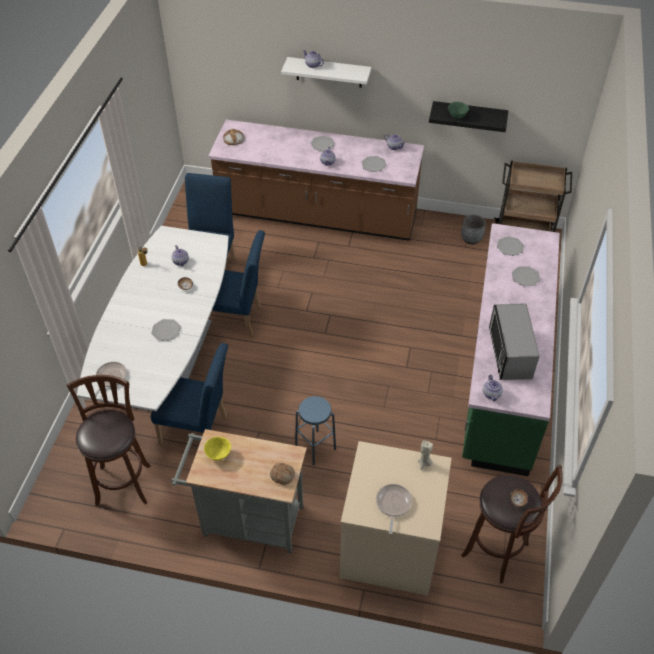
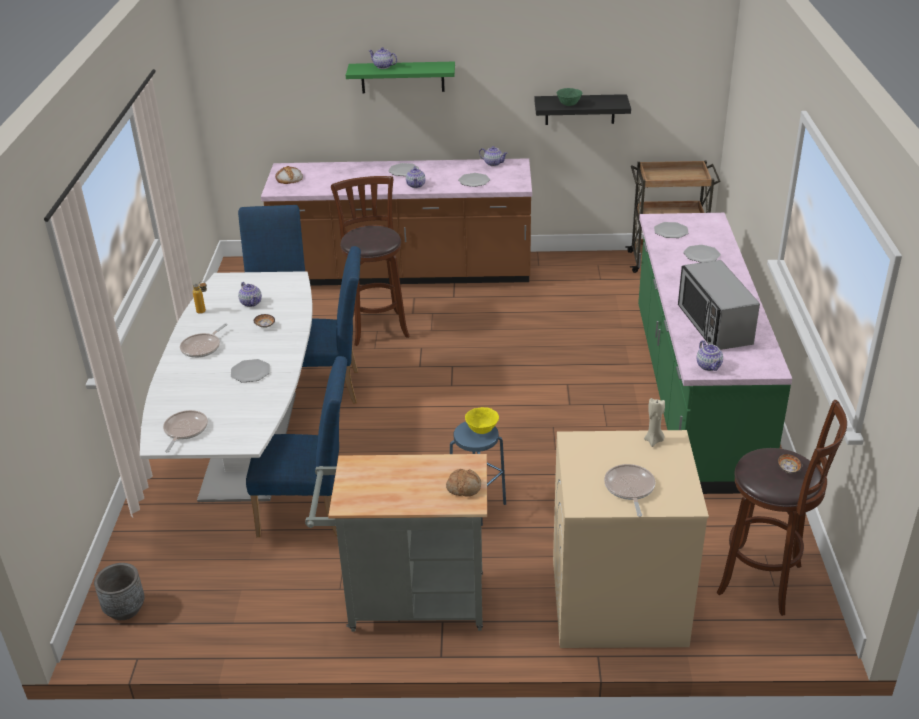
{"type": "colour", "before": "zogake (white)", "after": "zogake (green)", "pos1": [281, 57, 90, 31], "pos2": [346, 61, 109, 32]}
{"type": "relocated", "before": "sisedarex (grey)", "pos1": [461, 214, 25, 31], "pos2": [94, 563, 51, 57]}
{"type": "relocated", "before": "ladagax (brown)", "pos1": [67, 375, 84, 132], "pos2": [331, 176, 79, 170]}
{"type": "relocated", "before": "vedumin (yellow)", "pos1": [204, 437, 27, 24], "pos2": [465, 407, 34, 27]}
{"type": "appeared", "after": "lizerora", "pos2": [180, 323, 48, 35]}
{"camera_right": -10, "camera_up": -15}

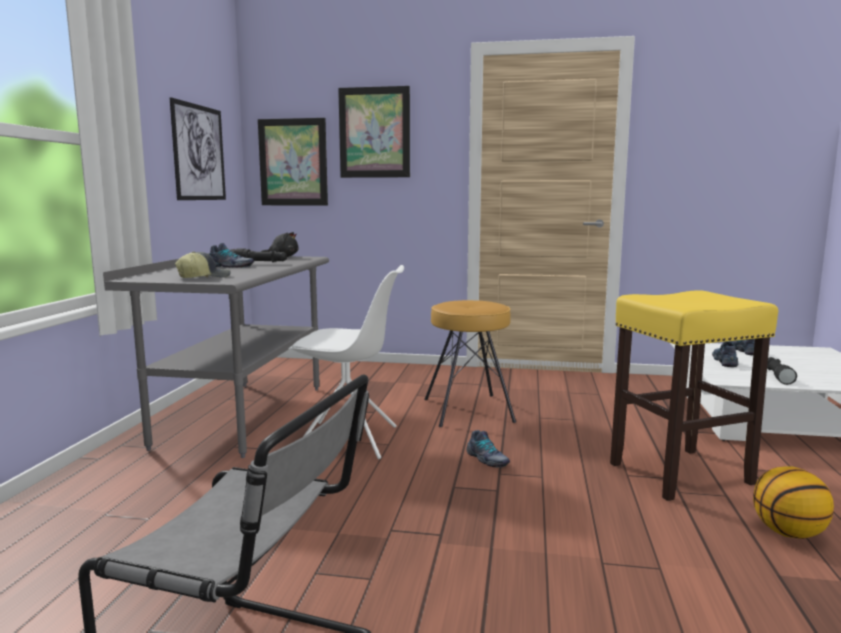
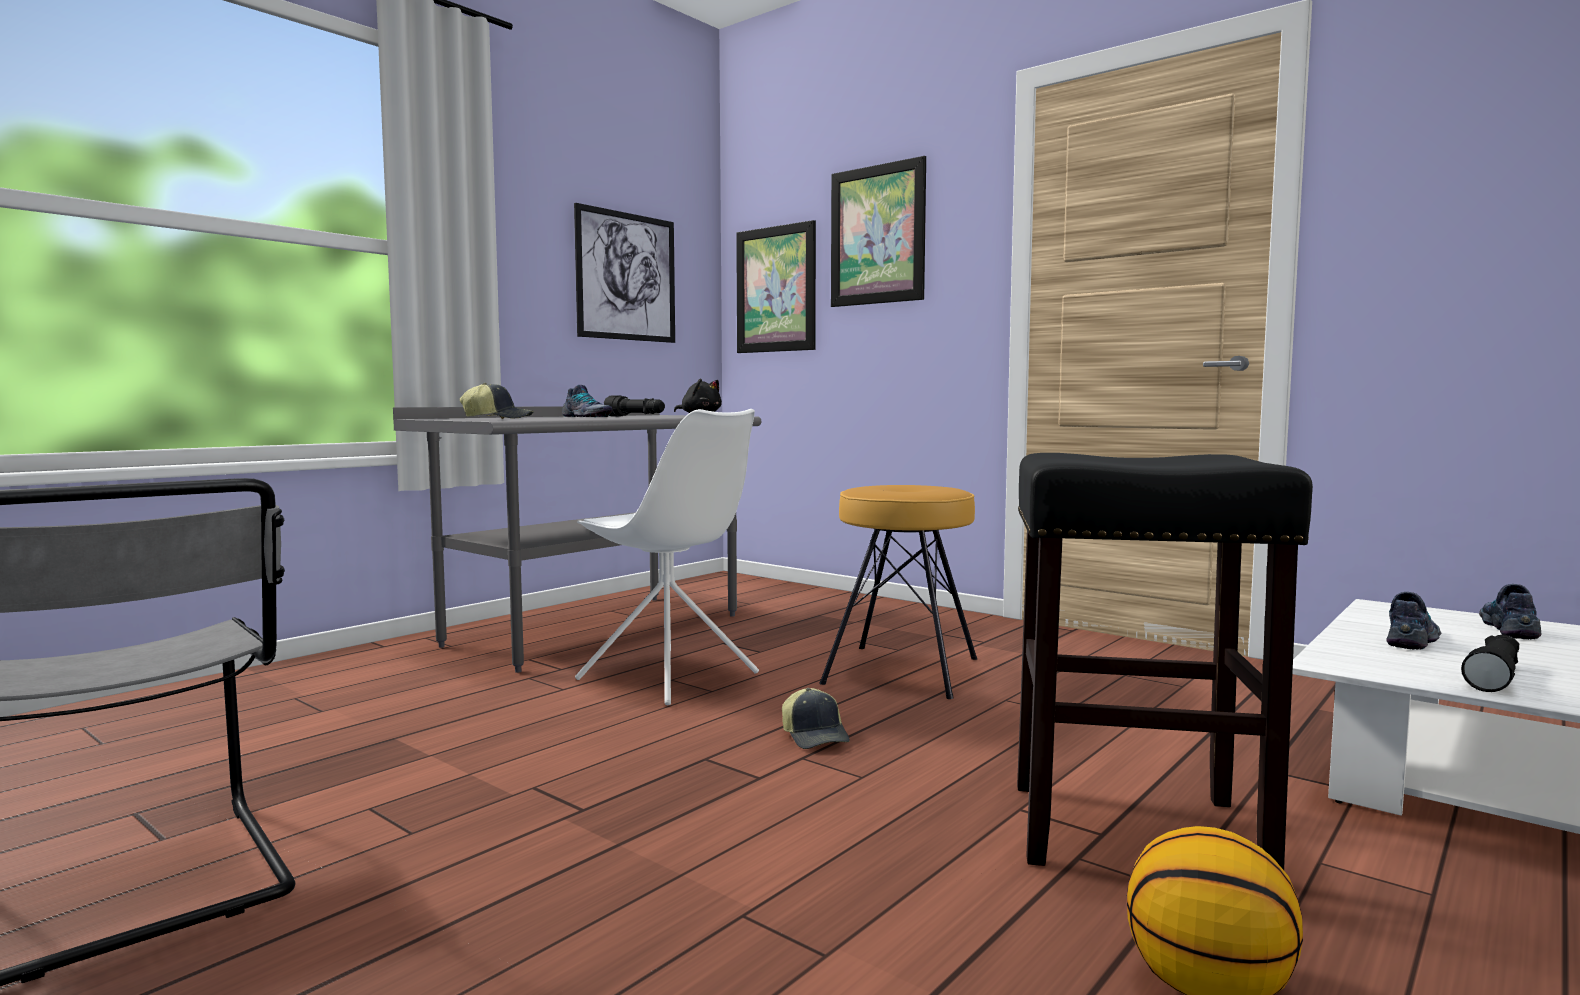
{"type": "colour", "before": "ladagax (yellow)", "after": "ladagax (black)", "pos1": [610, 290, 168, 211], "pos2": [1017, 453, 296, 417]}
{"type": "exchanged", "before": "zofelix", "after": "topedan", "pos1": [466, 430, 44, 38], "pos2": [782, 688, 68, 61]}
{"camera_right": 30, "camera_up": -5}

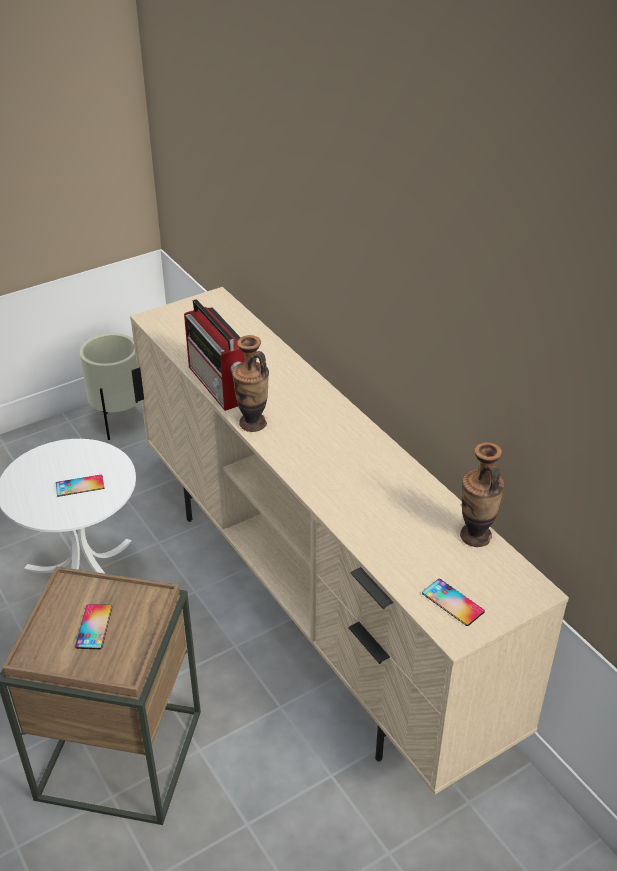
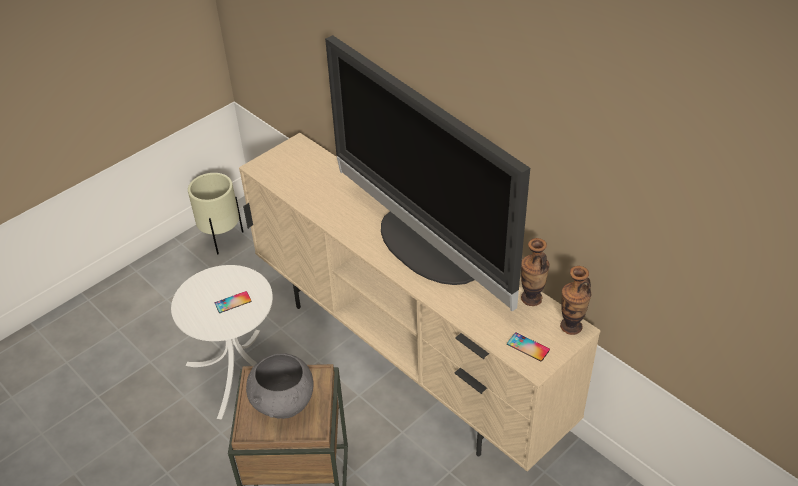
{"type": "missing", "before": "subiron", "pos1": [184, 299, 61, 112]}
{"type": "relocated", "before": "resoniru", "pos1": [232, 335, 37, 97], "pos2": [560, 266, 31, 69]}
{"type": "exchanged", "before": "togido", "after": "vedumin (grey)", "pos1": [75, 604, 37, 45], "pos2": [246, 353, 67, 66]}
{"type": "appeared", "after": "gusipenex", "pos2": [325, 35, 205, 276]}
{"camera_right": -10, "camera_up": 5}

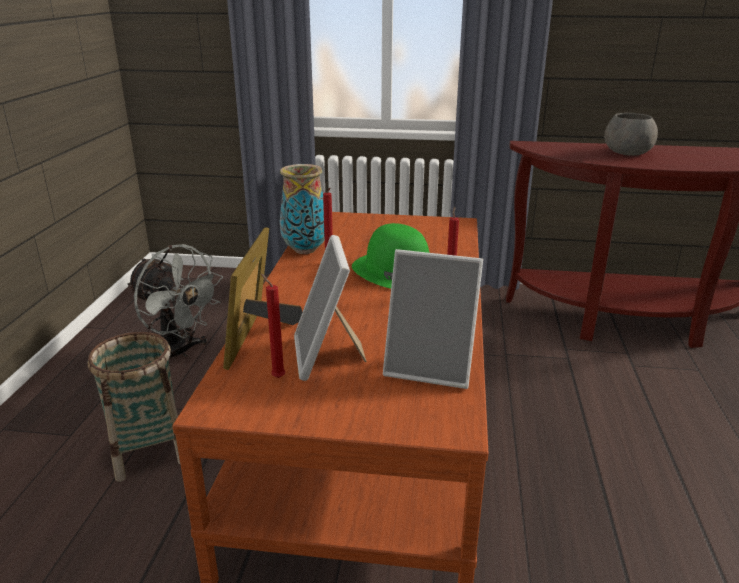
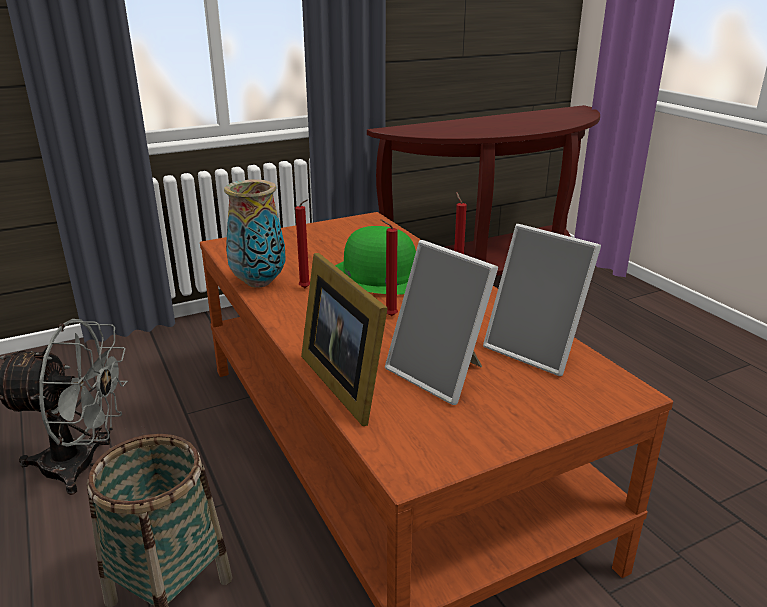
{"type": "missing", "before": "vedumin (grey)", "pos1": [604, 113, 54, 43]}
{"type": "spun", "before": "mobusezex", "pos1": [383, 249, 100, 140], "pos2": [483, 224, 118, 152], "turn": 60}
{"type": "relocated", "before": "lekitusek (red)", "pos1": [261, 274, 24, 104], "pos2": [381, 219, 17, 97]}
{"camera_right": -35, "camera_up": 0}

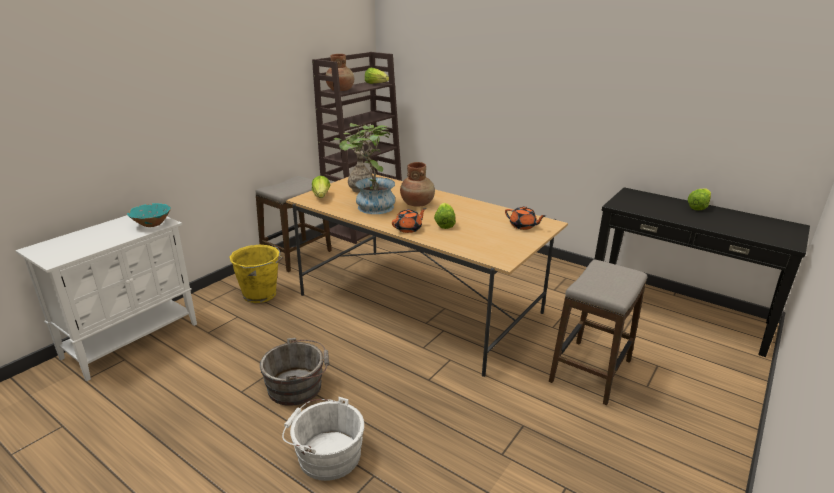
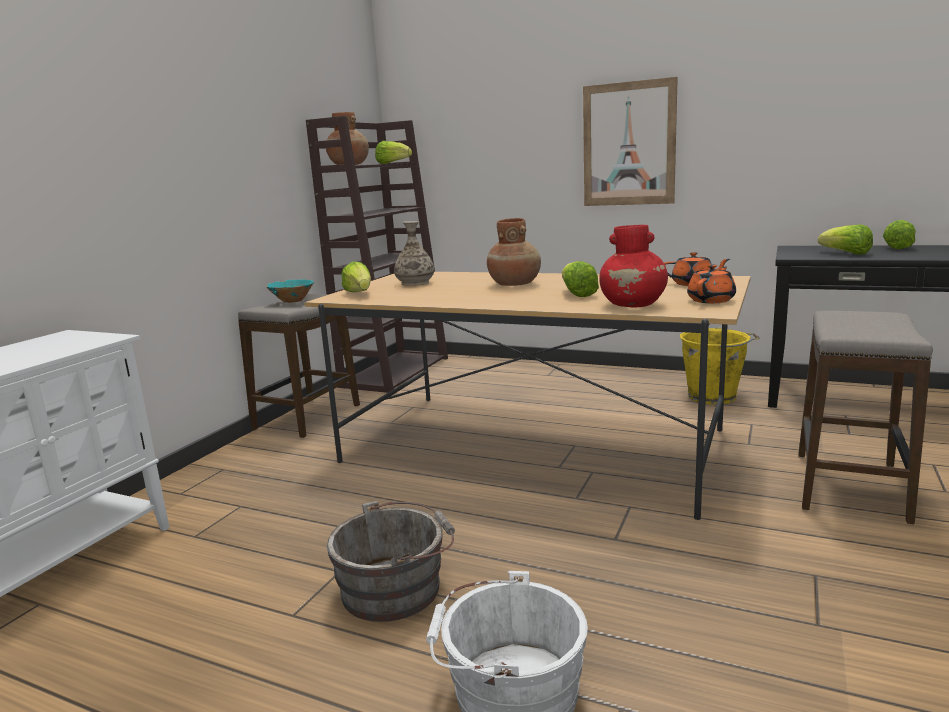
{"type": "missing", "before": "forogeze", "pos1": [334, 123, 61, 91]}
{"type": "relocated", "before": "vedumin (turquoise)", "pos1": [127, 203, 44, 24], "pos2": [266, 279, 48, 24]}
{"type": "relocated", "before": "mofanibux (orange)", "pos1": [392, 208, 34, 25], "pos2": [687, 264, 49, 39]}
{"type": "relocated", "before": "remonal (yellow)", "pos1": [230, 245, 53, 58], "pos2": [680, 328, 79, 77]}
{"type": "appeared", "after": "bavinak", "pos2": [583, 77, 95, 129]}
{"type": "appeared", "after": "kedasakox", "pos2": [818, 224, 55, 31]}
{"type": "appeared", "after": "resoniru (red)", "pos2": [599, 225, 69, 82]}
{"camera_right": -10, "camera_up": -10}

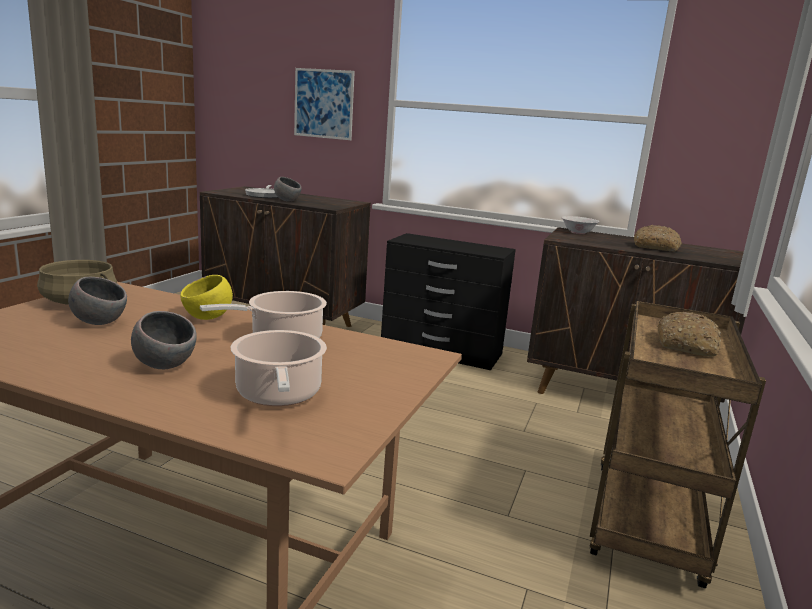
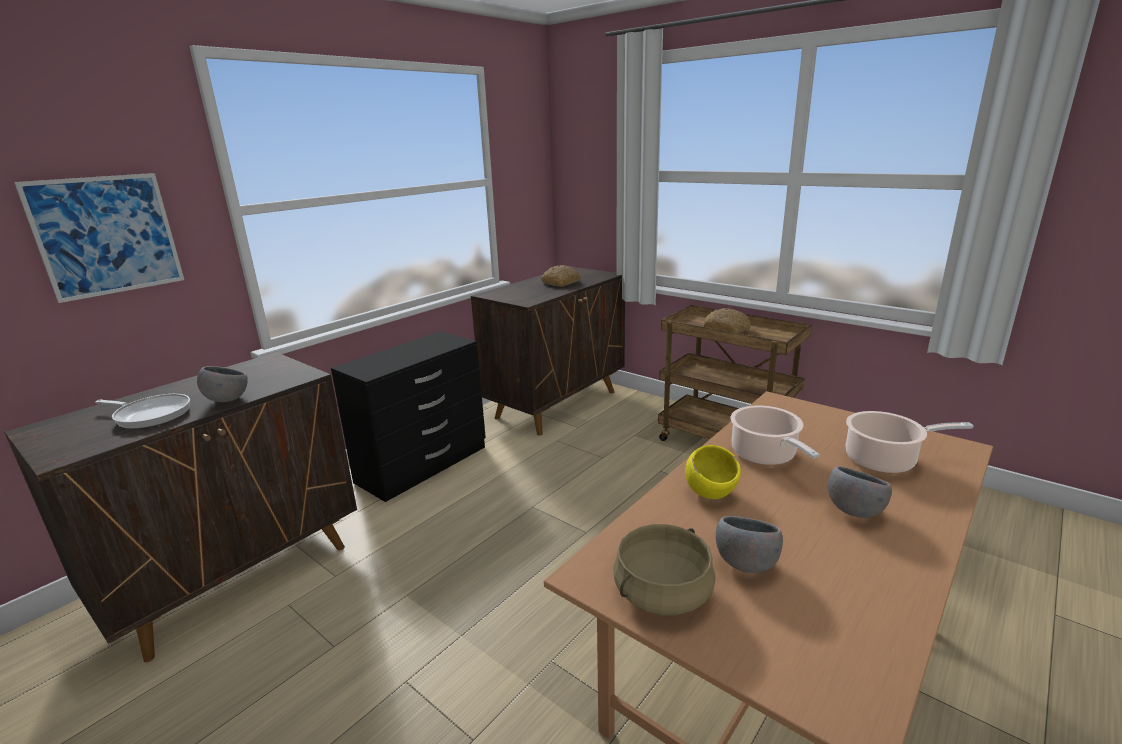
{"type": "missing", "before": "vedumin (white)", "pos1": [561, 216, 39, 18]}
{"camera_right": -70, "camera_up": 5}

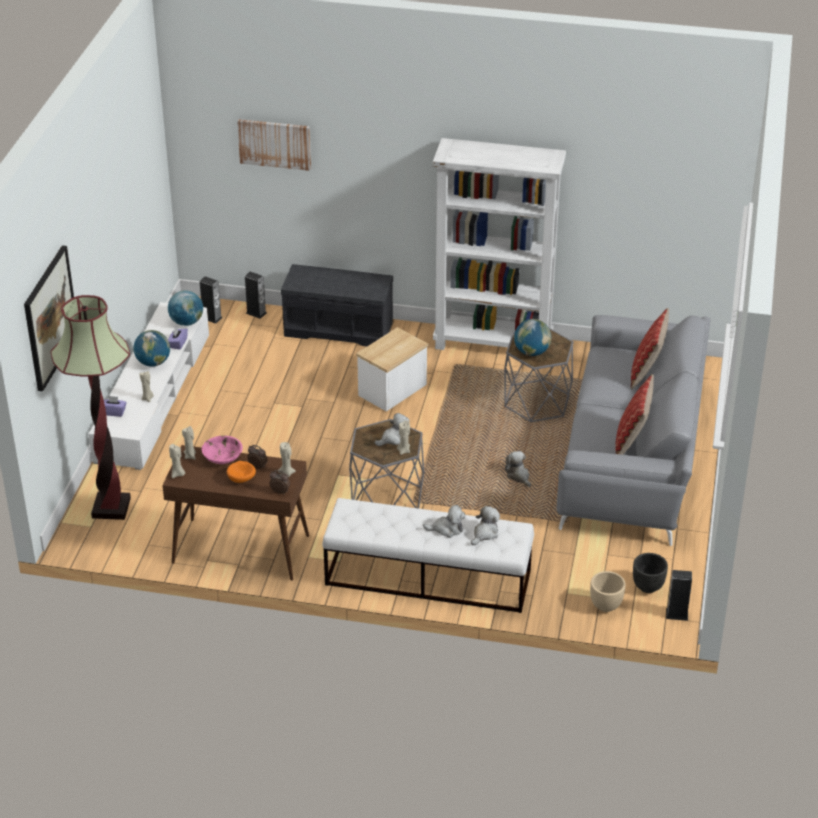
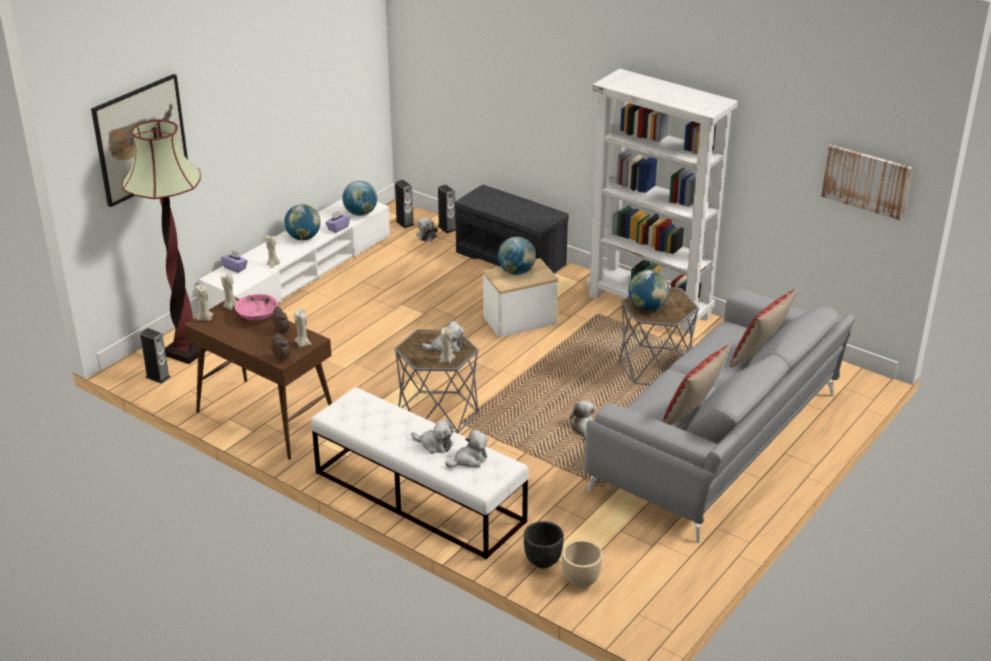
{"type": "relocated", "before": "bavinak", "pos1": [237, 119, 74, 52], "pos2": [821, 144, 91, 77]}
{"type": "missing", "before": "vedumin (orange)", "pos1": [227, 461, 29, 22]}
{"type": "relocated", "before": "sisedarex (black)", "pos1": [633, 553, 35, 40], "pos2": [524, 521, 40, 47]}
{"type": "relocated", "before": "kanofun", "pos1": [666, 570, 26, 51], "pos2": [140, 328, 31, 55]}
{"type": "appeared", "after": "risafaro", "pos2": [416, 218, 22, 23]}
{"type": "appeared", "after": "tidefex", "pos2": [498, 237, 38, 38]}
{"camera_right": 25, "camera_up": -5}

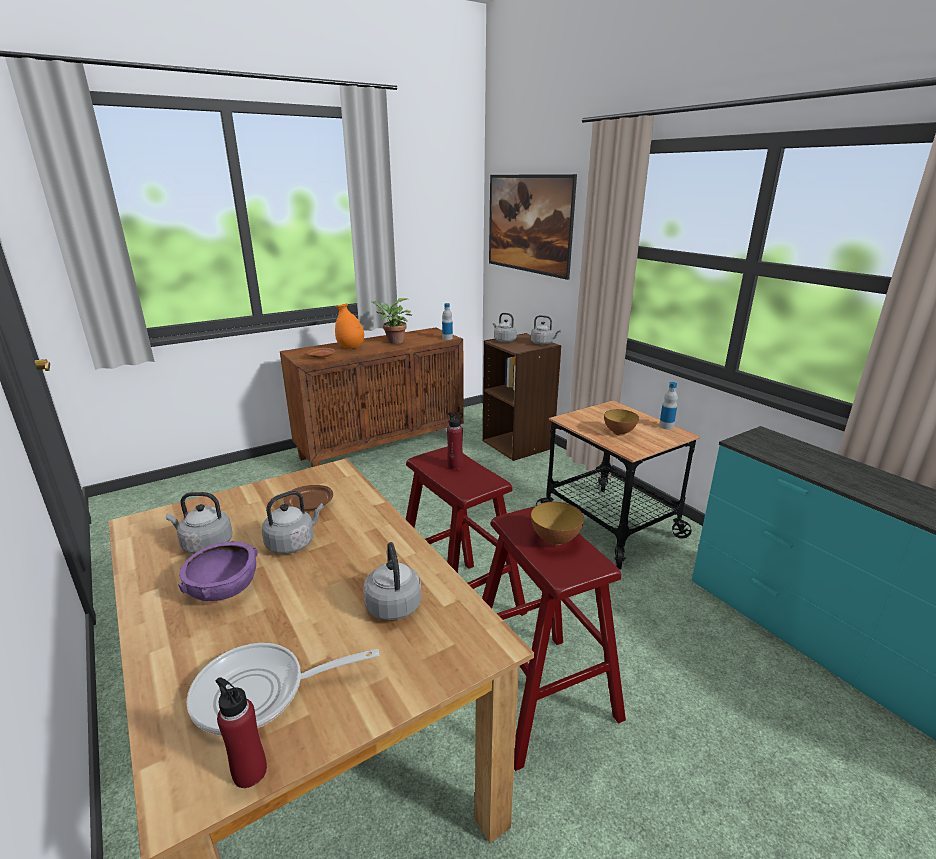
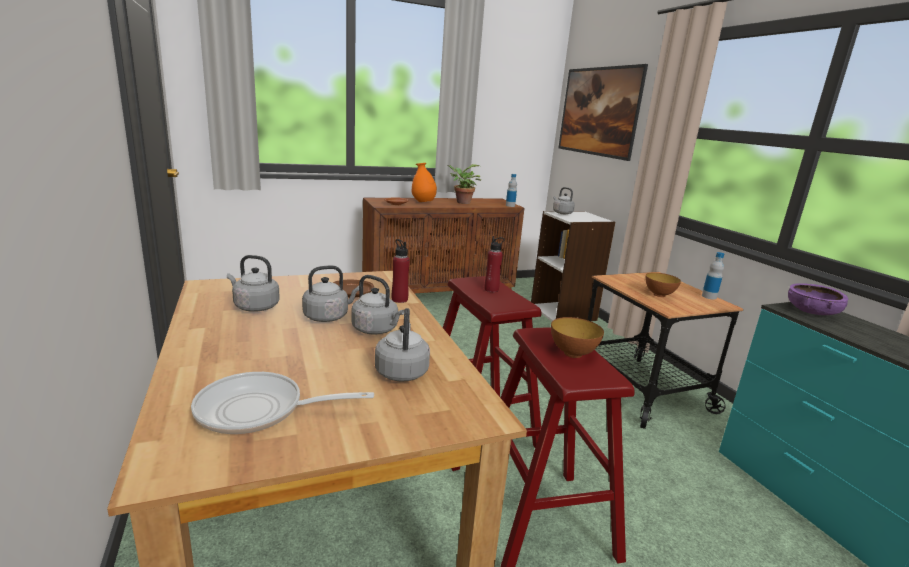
{"type": "relocated", "before": "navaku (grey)", "pos1": [531, 315, 30, 30], "pos2": [351, 275, 53, 60]}
{"type": "colour", "before": "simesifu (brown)", "after": "simesifu (white)", "pos1": [483, 333, 79, 128], "pos2": [531, 211, 84, 110]}
{"type": "relocated", "before": "vedumin (purple)", "pos1": [178, 540, 80, 61], "pos2": [788, 283, 60, 32]}
{"type": "relocated", "before": "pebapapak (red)", "pos1": [216, 677, 51, 111], "pos2": [392, 239, 18, 64]}
{"camera_right": 10, "camera_up": -5}

